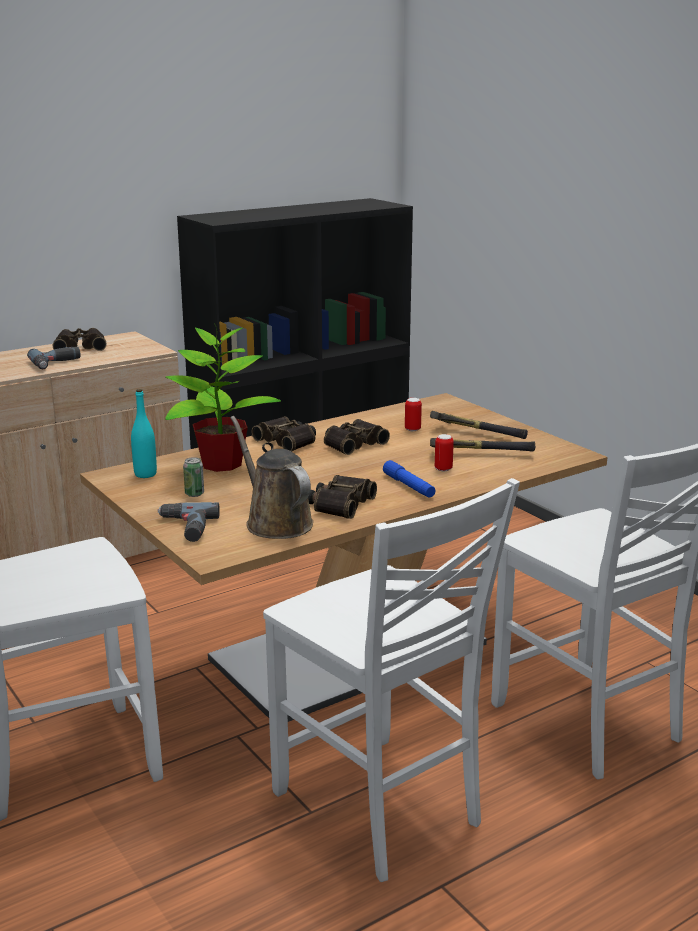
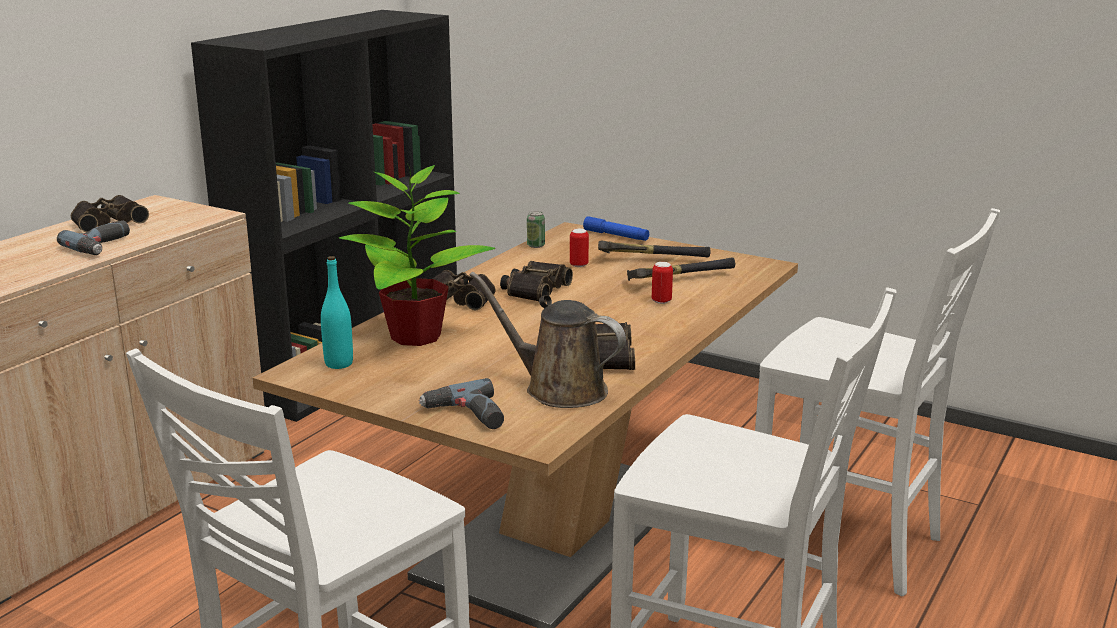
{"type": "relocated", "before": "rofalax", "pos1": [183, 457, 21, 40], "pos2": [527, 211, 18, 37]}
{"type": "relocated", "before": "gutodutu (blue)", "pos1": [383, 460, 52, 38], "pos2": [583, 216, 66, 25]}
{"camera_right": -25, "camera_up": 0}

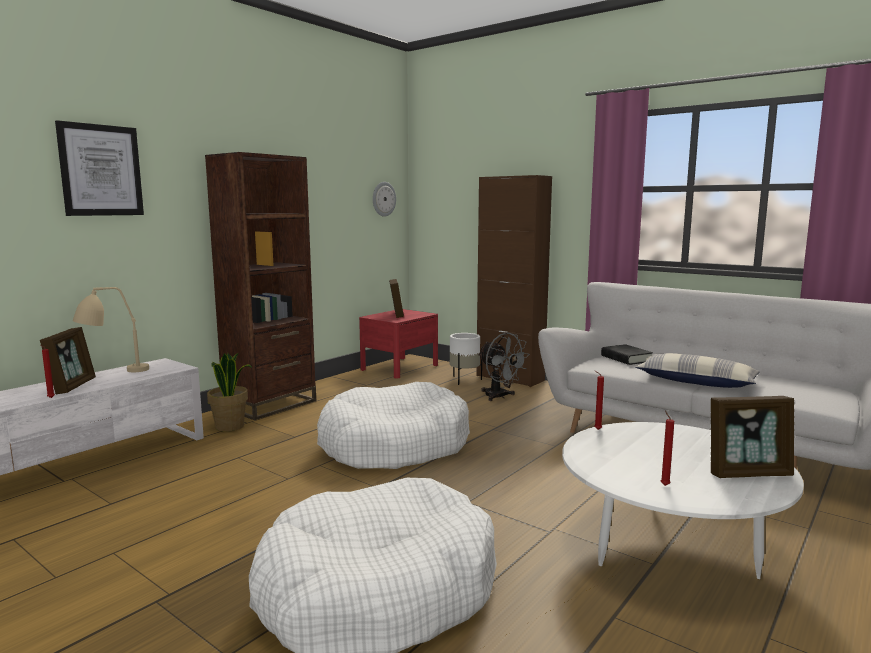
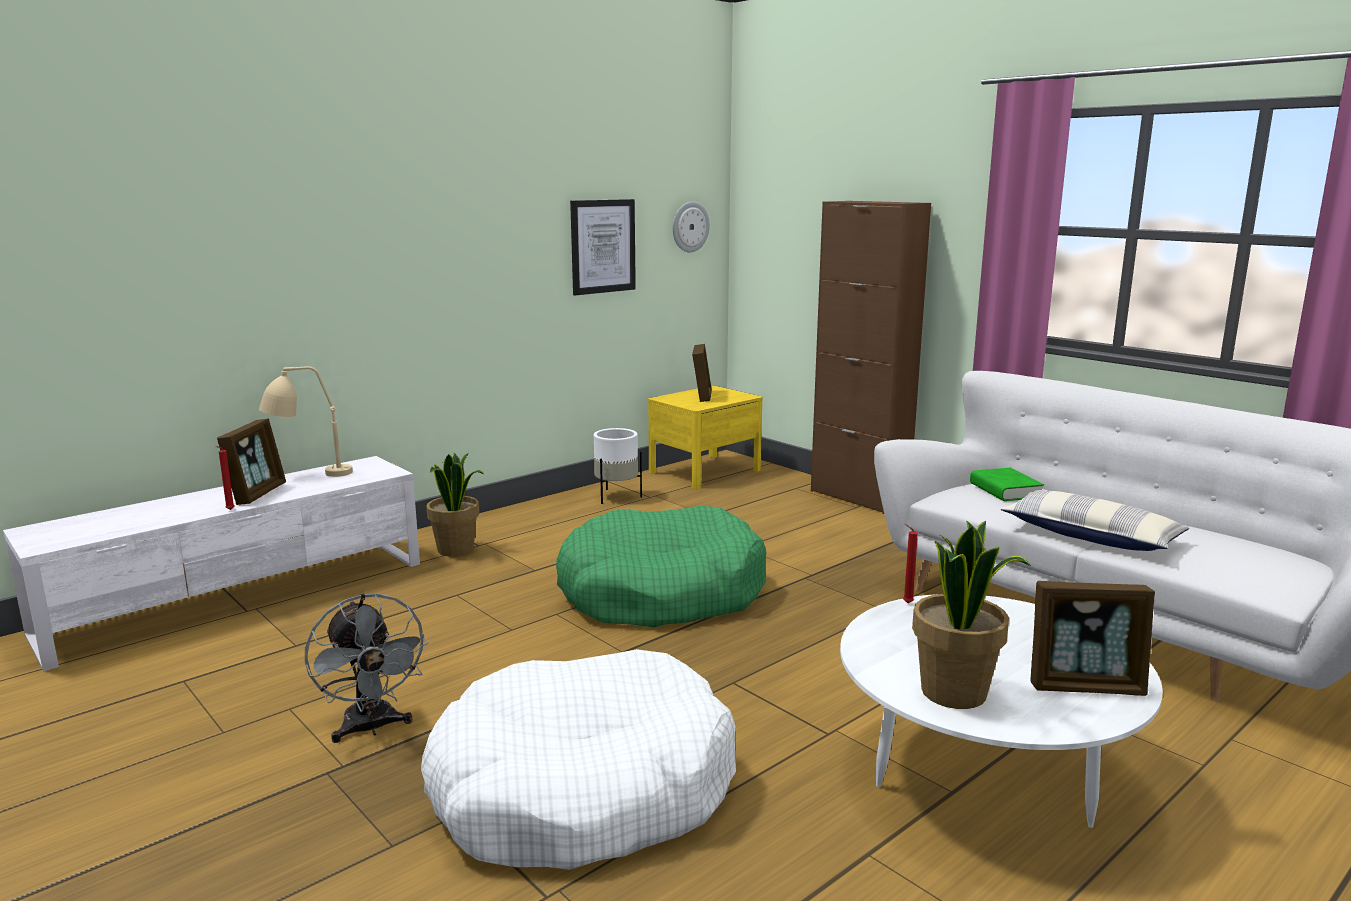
{"type": "relocated", "before": "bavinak", "pos1": [55, 120, 89, 96], "pos2": [570, 199, 66, 96]}
{"type": "missing", "before": "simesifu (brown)", "pos1": [205, 152, 111, 268]}
{"type": "colour", "before": "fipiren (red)", "after": "fipiren (yellow)", "pos1": [359, 309, 79, 70], "pos2": [648, 386, 114, 103]}
{"type": "relocated", "before": "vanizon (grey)", "pos1": [478, 332, 52, 69], "pos2": [305, 593, 124, 150]}
{"type": "relocated", "before": "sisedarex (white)", "pos1": [450, 333, 32, 52], "pos2": [594, 428, 48, 76]}
{"type": "colour", "before": "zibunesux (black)", "after": "zibunesux (green)", "pos1": [601, 344, 52, 21], "pos2": [970, 468, 74, 33]}
{"type": "colour", "before": "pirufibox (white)", "after": "pirufibox (green)", "pos1": [317, 382, 153, 87], "pos2": [556, 506, 211, 121]}
{"type": "exchanged", "before": "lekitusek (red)", "after": "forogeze", "pos1": [660, 411, 14, 75], "pos2": [912, 520, 119, 189]}
{"camera_right": 10, "camera_up": 5}

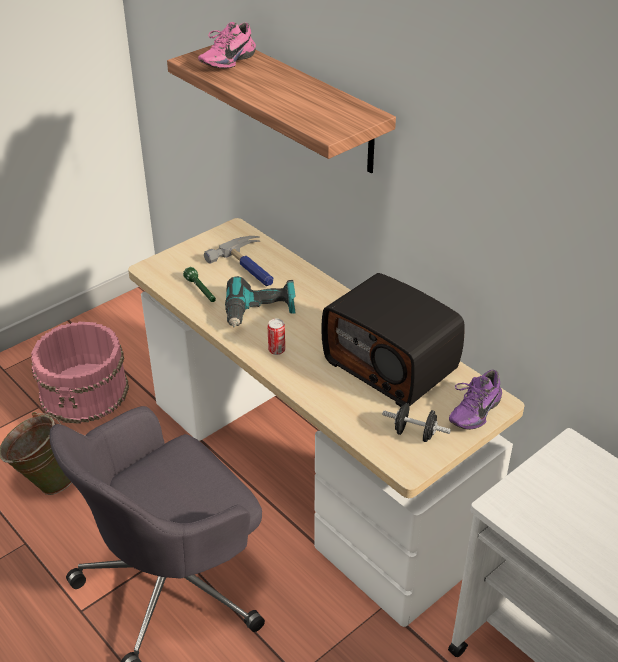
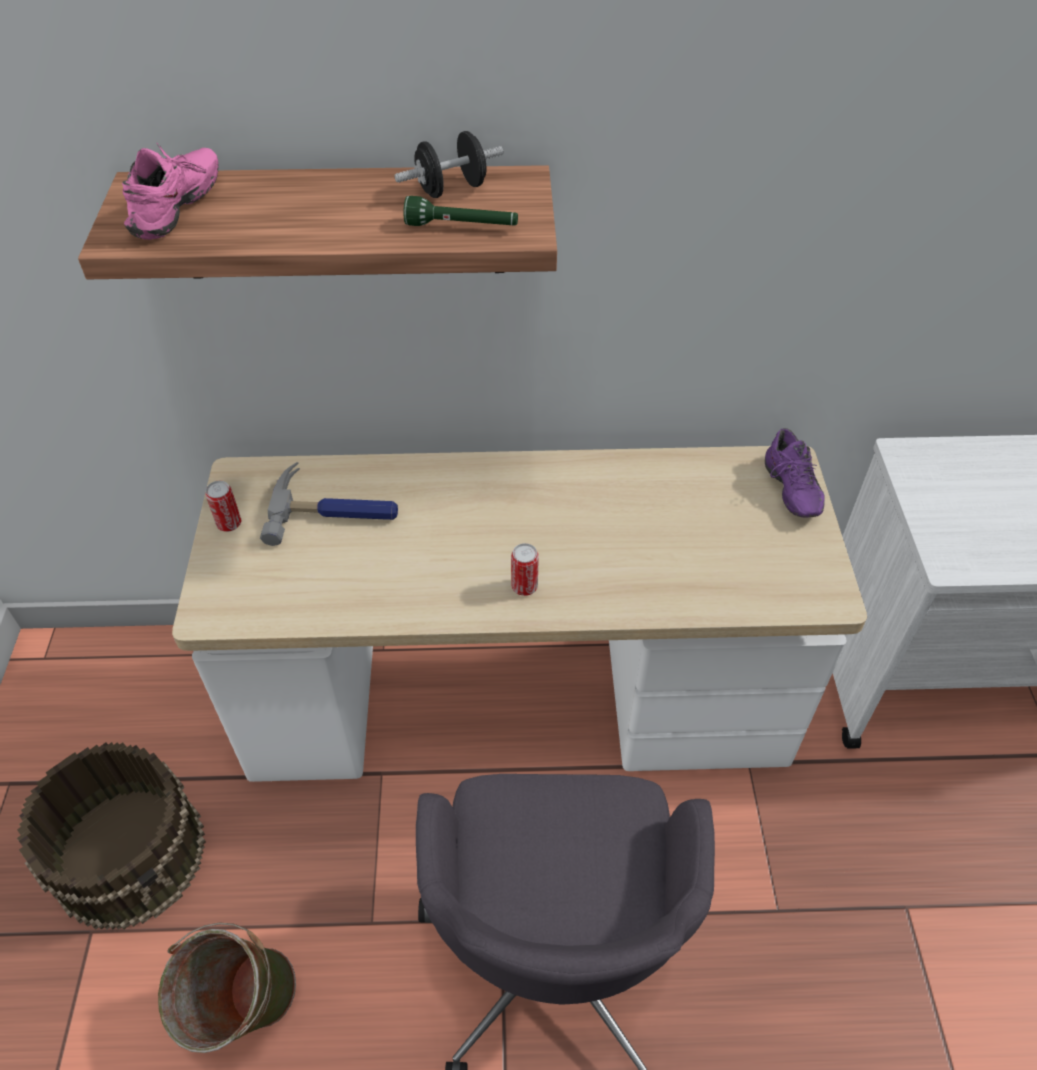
{"type": "spun", "before": "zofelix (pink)", "pos1": [198, 22, 58, 47], "pos2": [122, 143, 96, 97], "turn": -150}
{"type": "relocated", "before": "gutodutu (green)", "pos1": [183, 267, 33, 35], "pos2": [403, 196, 115, 30]}
{"type": "missing", "before": "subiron", "pos1": [321, 273, 144, 134]}
{"type": "missing", "before": "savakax", "pos1": [225, 276, 71, 51]}
{"type": "colour", "before": "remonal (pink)", "after": "remonal (brown)", "pos1": [31, 322, 98, 102], "pos2": [17, 742, 189, 188]}
{"type": "relocated", "before": "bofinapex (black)", "pos1": [382, 403, 69, 39], "pos2": [394, 131, 110, 67]}
{"type": "appeared", "after": "rofalax", "pos2": [205, 481, 36, 51]}
{"camera_right": -50, "camera_up": 10}

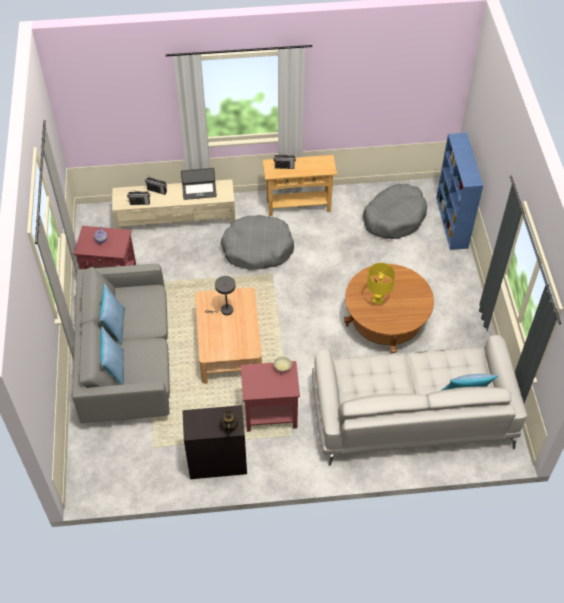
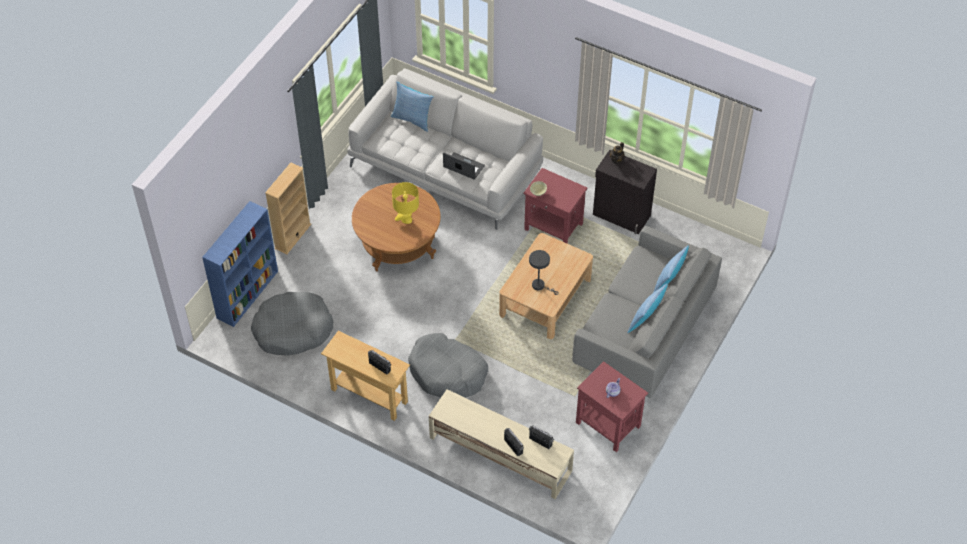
{"type": "relocated", "before": "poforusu", "pos1": [181, 168, 36, 32], "pos2": [443, 152, 42, 27]}
{"type": "appeared", "after": "simesifu (beige)", "pos2": [265, 162, 46, 92]}
{"camera_right": -145, "camera_up": 0}

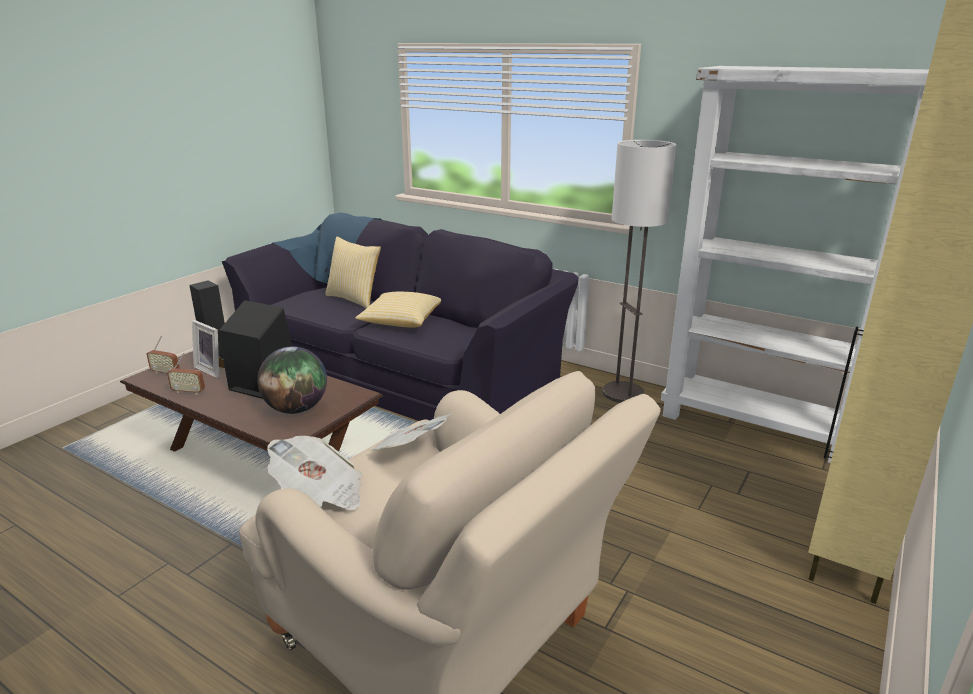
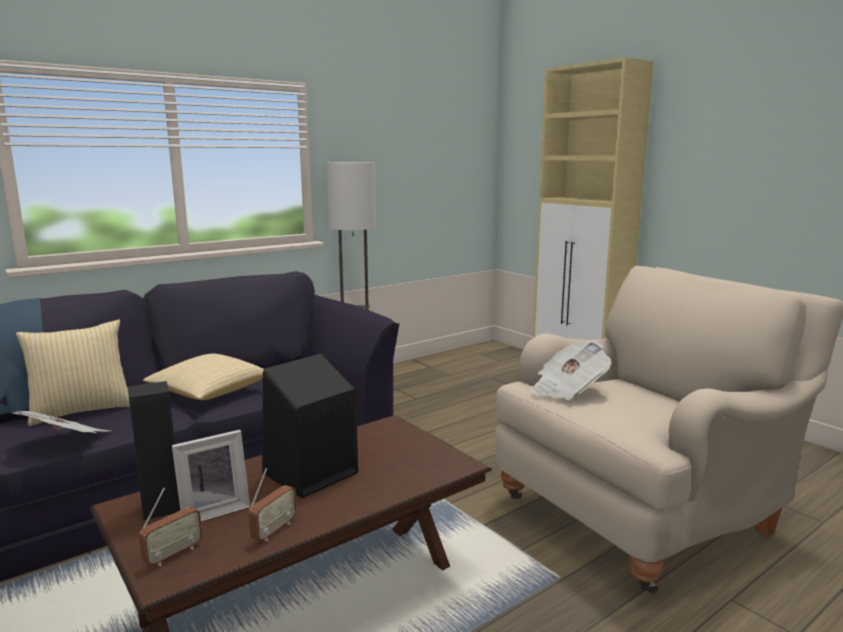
{"type": "missing", "before": "simesifu (white)", "pos1": [661, 66, 268, 397]}
{"type": "missing", "before": "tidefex", "pos1": [257, 347, 70, 67]}
{"type": "relocated", "before": "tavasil", "pos1": [267, 436, 96, 74], "pos2": [12, 411, 99, 22]}
{"camera_right": -70, "camera_up": -10}

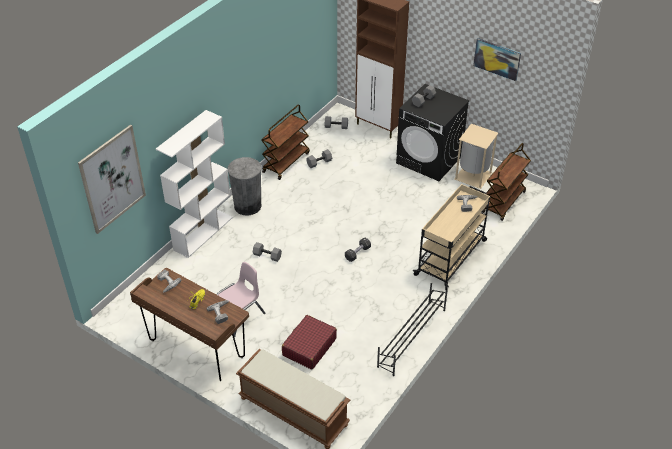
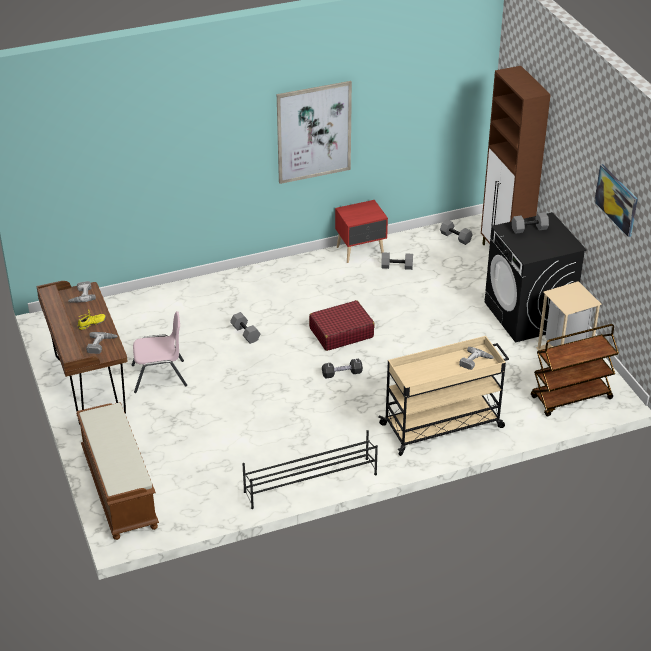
{"type": "exchanged", "before": "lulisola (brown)", "after": "fipiren (red)", "pos1": [261, 104, 49, 76], "pos2": [335, 200, 53, 63]}
{"type": "missing", "before": "simesifu (white)", "pos1": [156, 110, 77, 148]}
{"type": "relocated", "before": "bavinak", "pos1": [78, 125, 68, 109], "pos2": [277, 81, 75, 103]}
{"type": "missing", "before": "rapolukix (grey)", "pos1": [228, 157, 34, 58]}
{"type": "relocated", "before": "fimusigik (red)", "pos1": [282, 315, 55, 55], "pos2": [309, 300, 66, 51]}
{"camera_right": 35, "camera_up": -5}

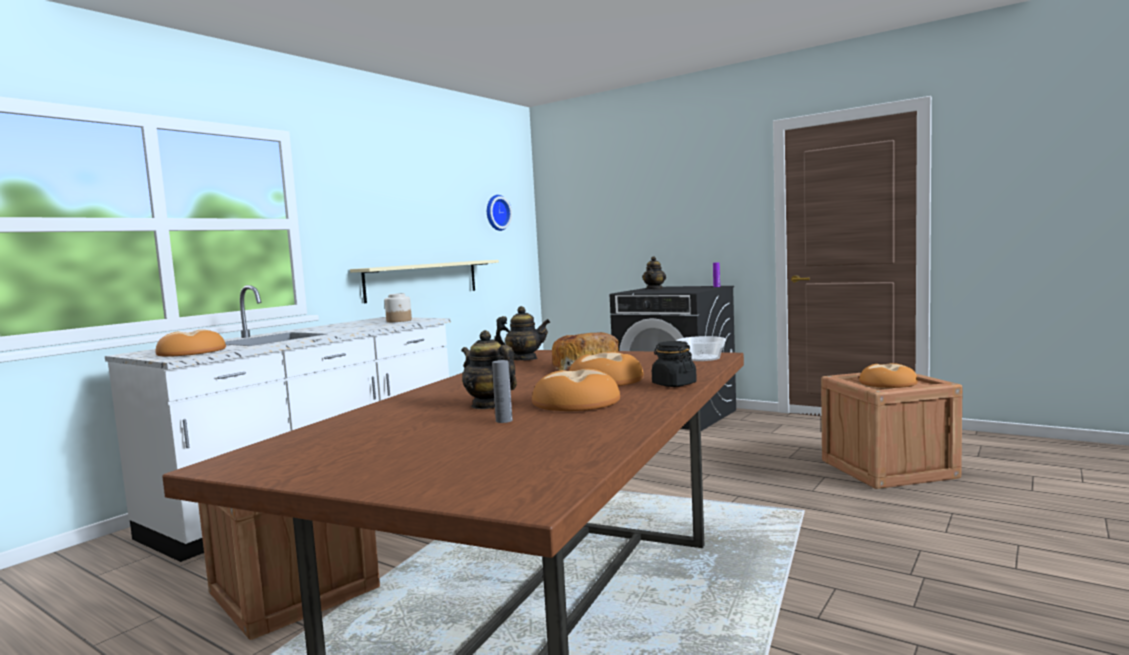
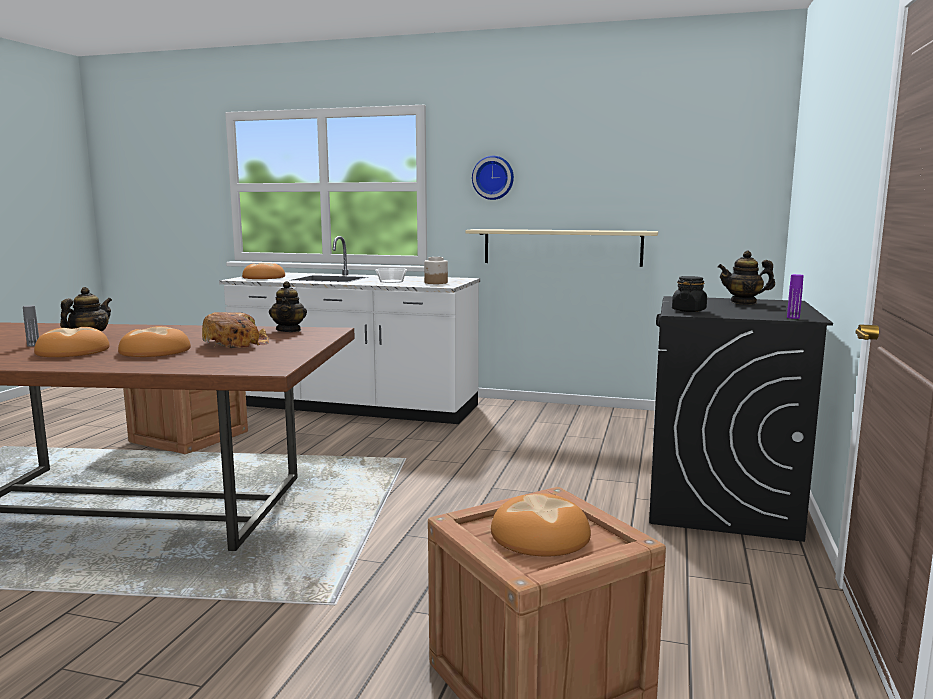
{"type": "relocated", "before": "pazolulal", "pos1": [487, 195, 25, 36], "pos2": [472, 156, 42, 44]}
{"type": "relocated", "before": "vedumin", "pos1": [677, 336, 49, 25], "pos2": [375, 268, 32, 15]}
{"type": "relocated", "before": "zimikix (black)", "pos1": [652, 341, 45, 46], "pos2": [672, 276, 35, 36]}
{"camera_right": 70, "camera_up": 5}

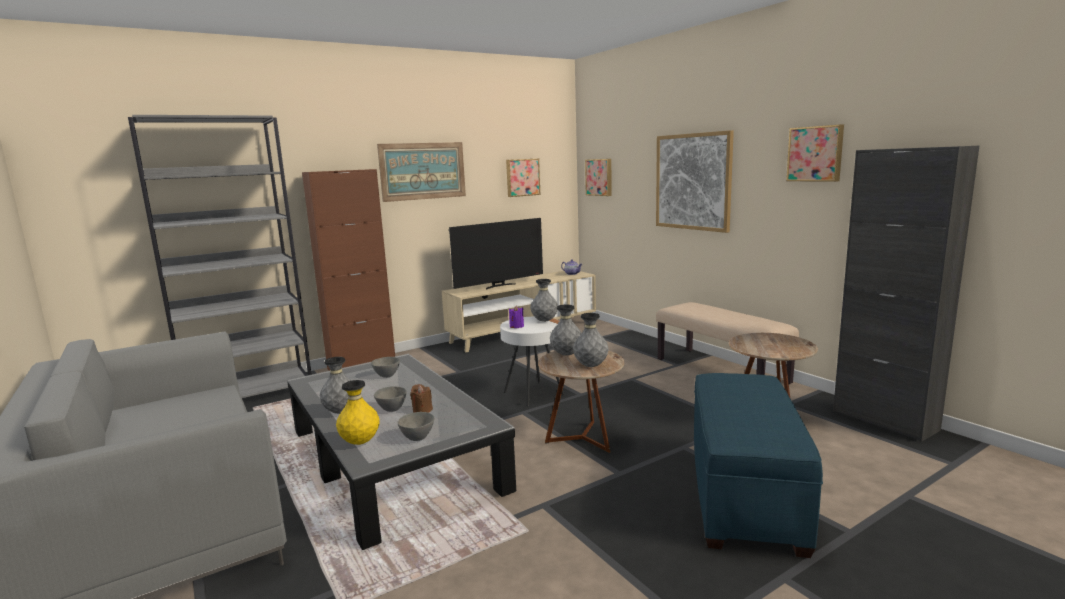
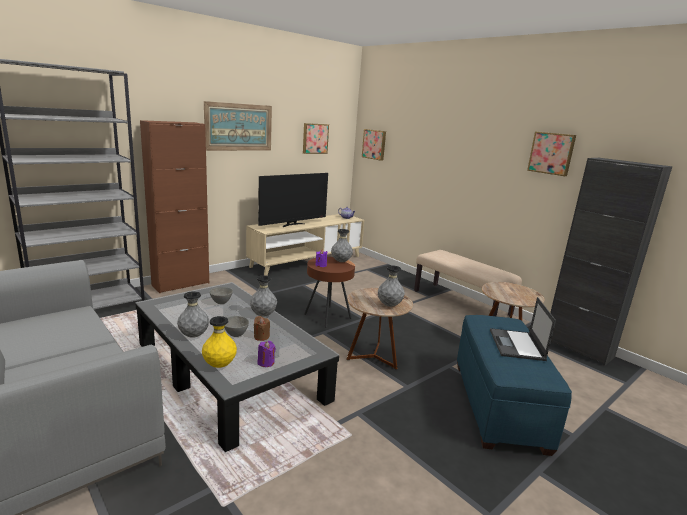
{"type": "missing", "before": "bavinak", "pos1": [656, 130, 78, 103]}
{"type": "relocated", "before": "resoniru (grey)", "pos1": [550, 305, 32, 51], "pos2": [250, 275, 27, 42]}
{"type": "colour", "before": "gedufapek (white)", "after": "gedufapek (brown)", "pos1": [500, 317, 65, 89], "pos2": [304, 257, 51, 70]}
{"type": "exchanged", "before": "vedumin (grey)", "after": "lekitusek (purple)", "pos1": [397, 412, 37, 29], "pos2": [258, 341, 18, 26]}
{"type": "appeared", "after": "poforusu", "pos2": [490, 297, 66, 64]}
{"camera_right": -10, "camera_up": 5}

